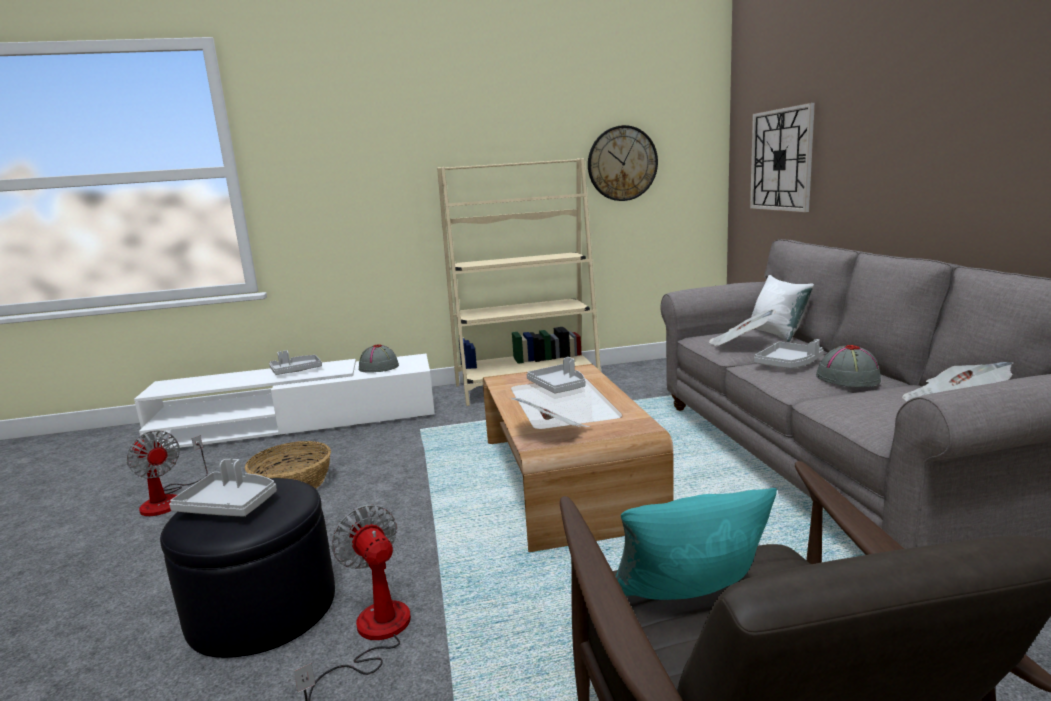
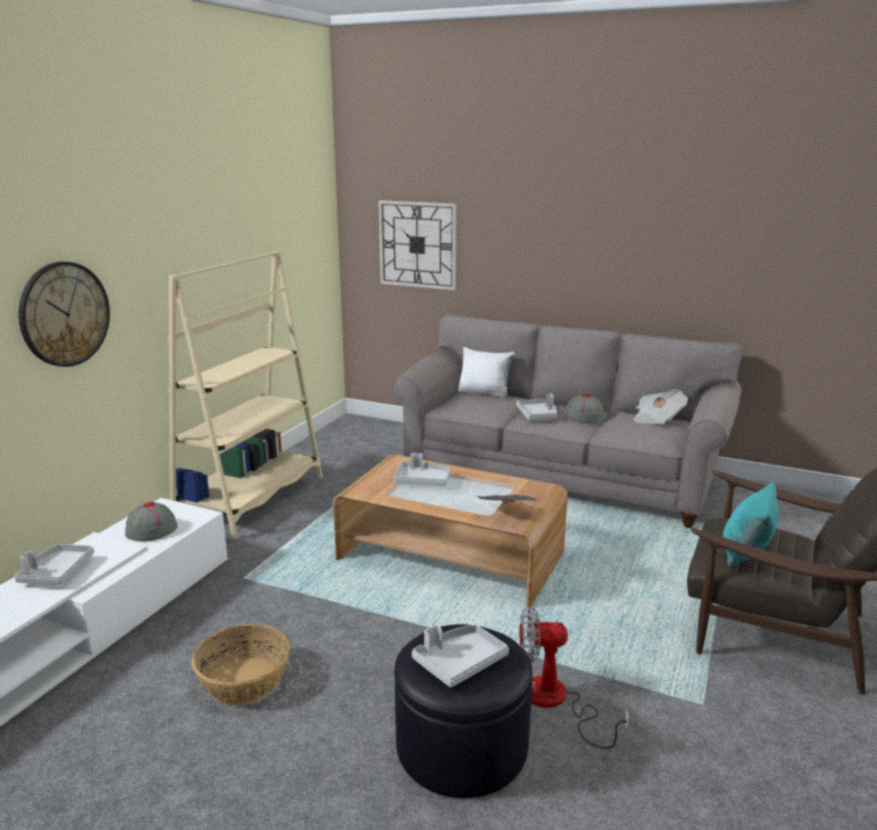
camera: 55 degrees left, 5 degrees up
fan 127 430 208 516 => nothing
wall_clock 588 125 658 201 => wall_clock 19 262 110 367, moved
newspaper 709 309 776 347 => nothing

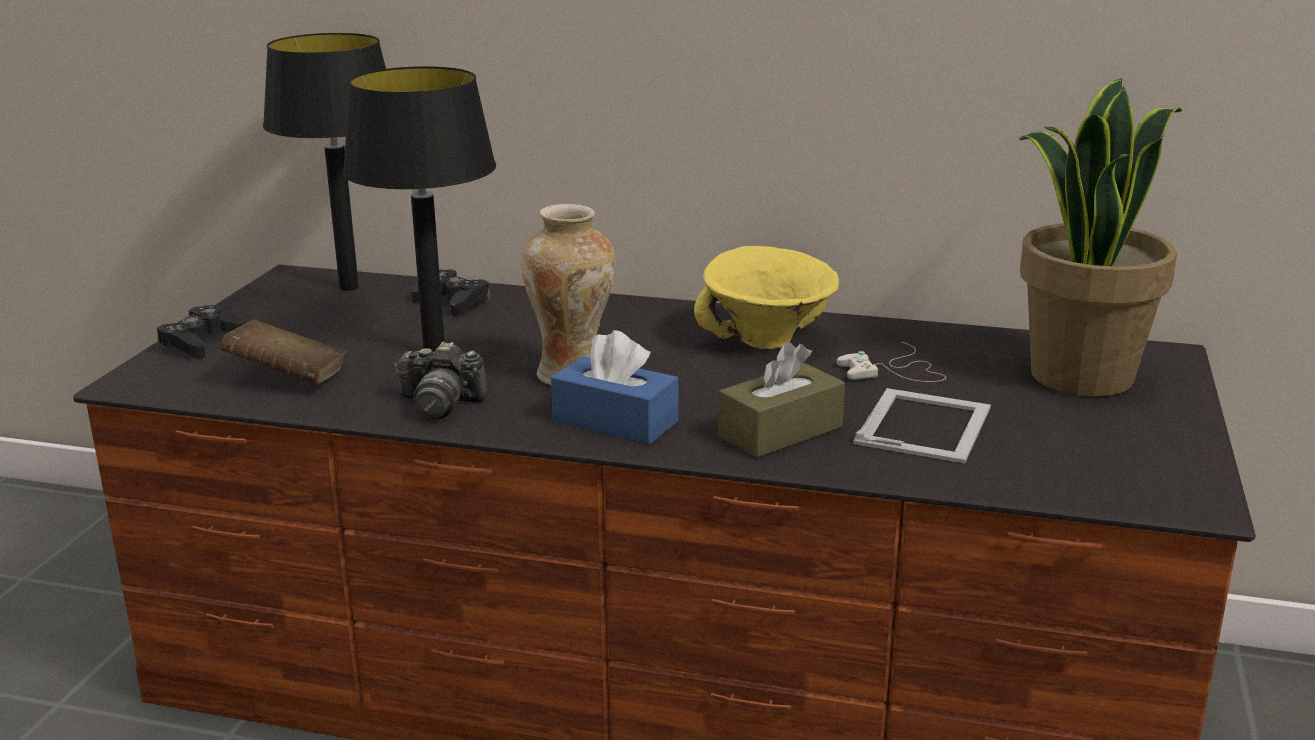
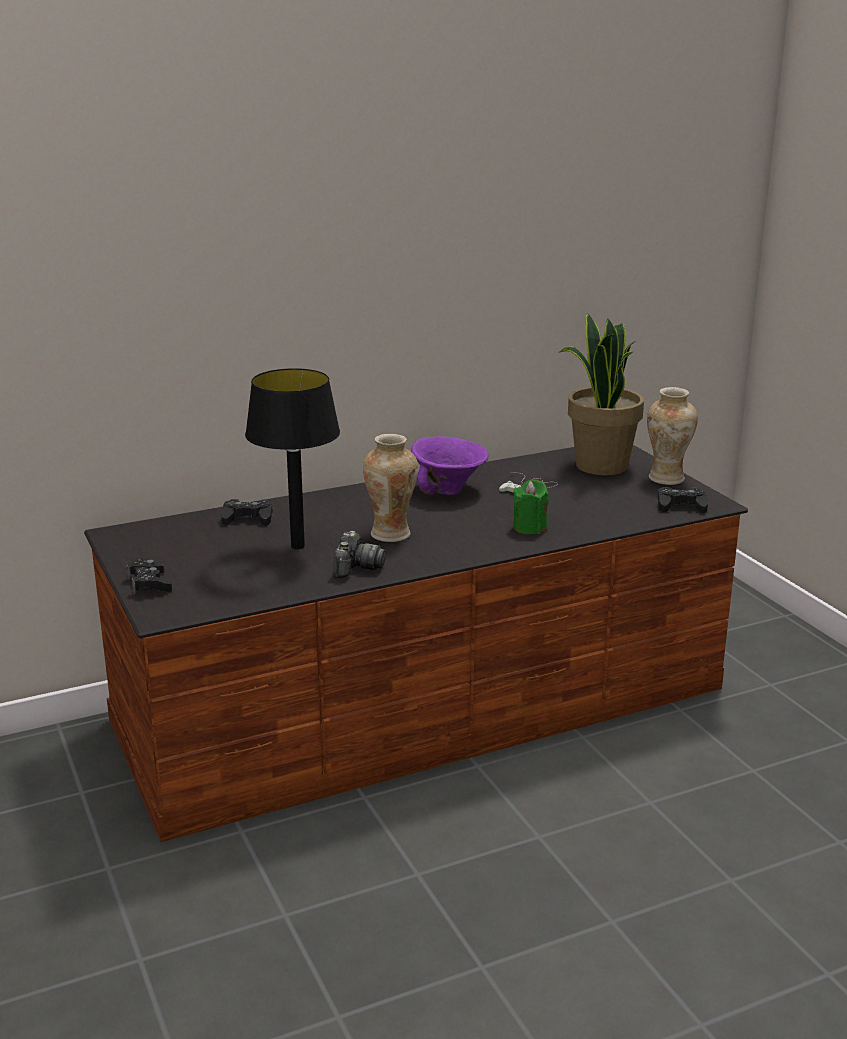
camera: 40 degrees left, 0 degrees up
brown_book 221 320 346 384 => nothing
black_table_lamp 263 33 386 291 => nothing
photo_camera 394 341 487 419 => photo_camera 333 531 386 578, 45 degrees counterclockwise
blue_tissue_box 551 330 679 445 => nothing
yellow_bowl 694 246 839 350 => purple_bowl 411 436 489 495
brown_tissue_box 718 342 845 458 => green_candle 513 479 549 534
picture_frame 853 388 991 464 => nothing
nothing => vase 647 387 698 485
nothing => black_game_controller 658 487 708 513

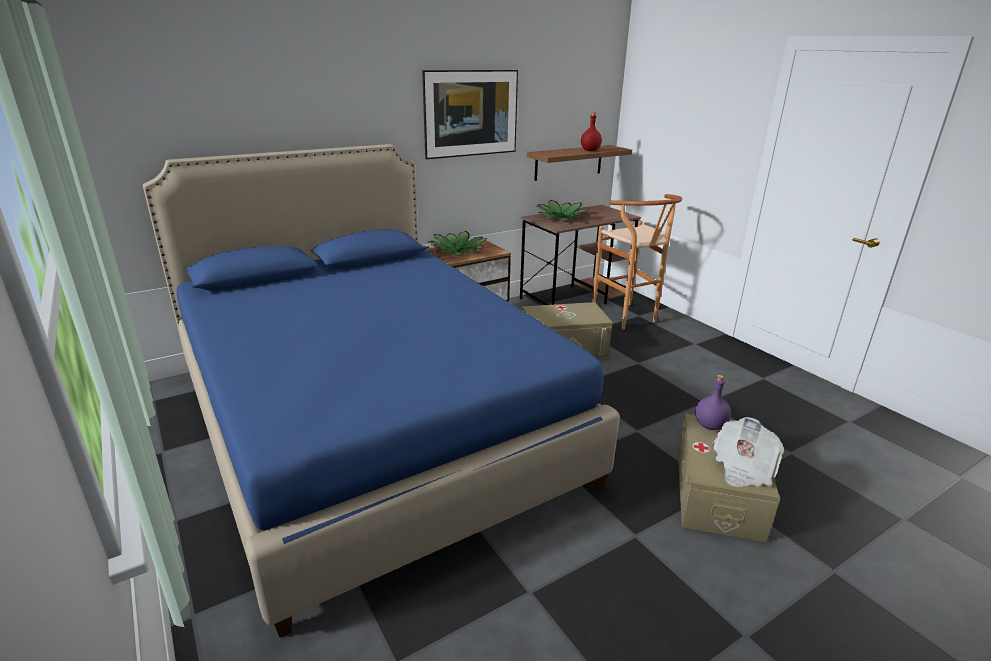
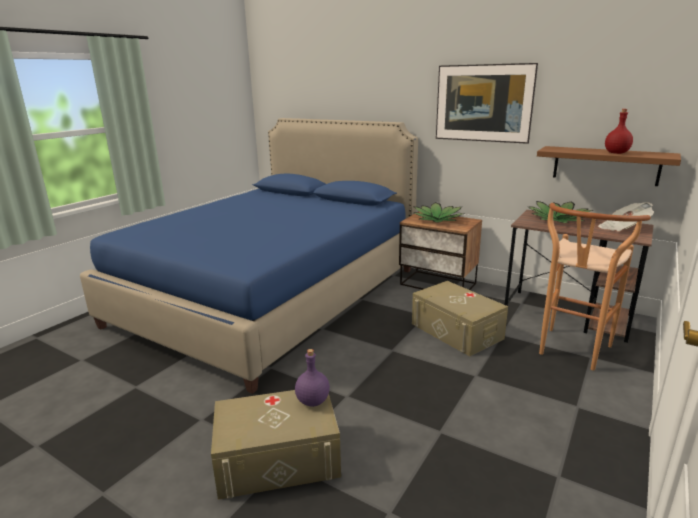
camera: 65 degrees right, 5 degrees down
newspaper 713 417 784 487 => newspaper 598 202 654 231, moved

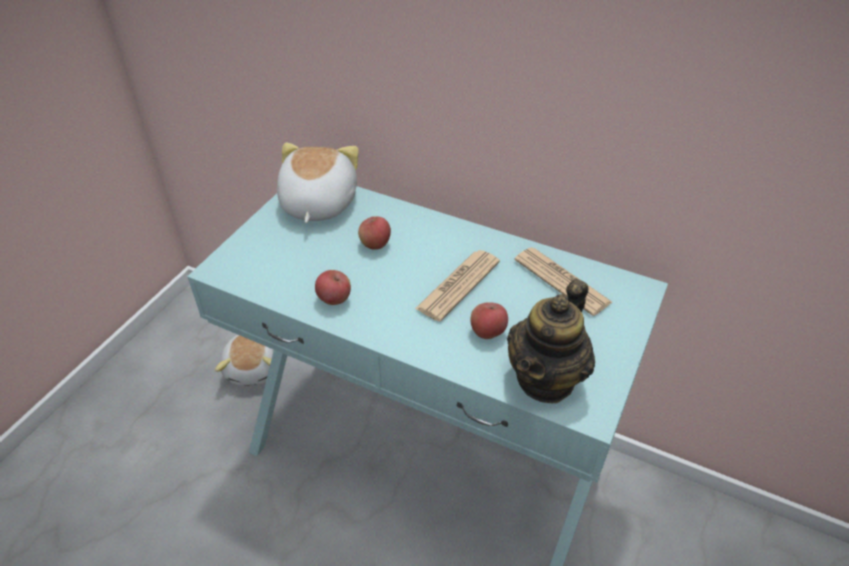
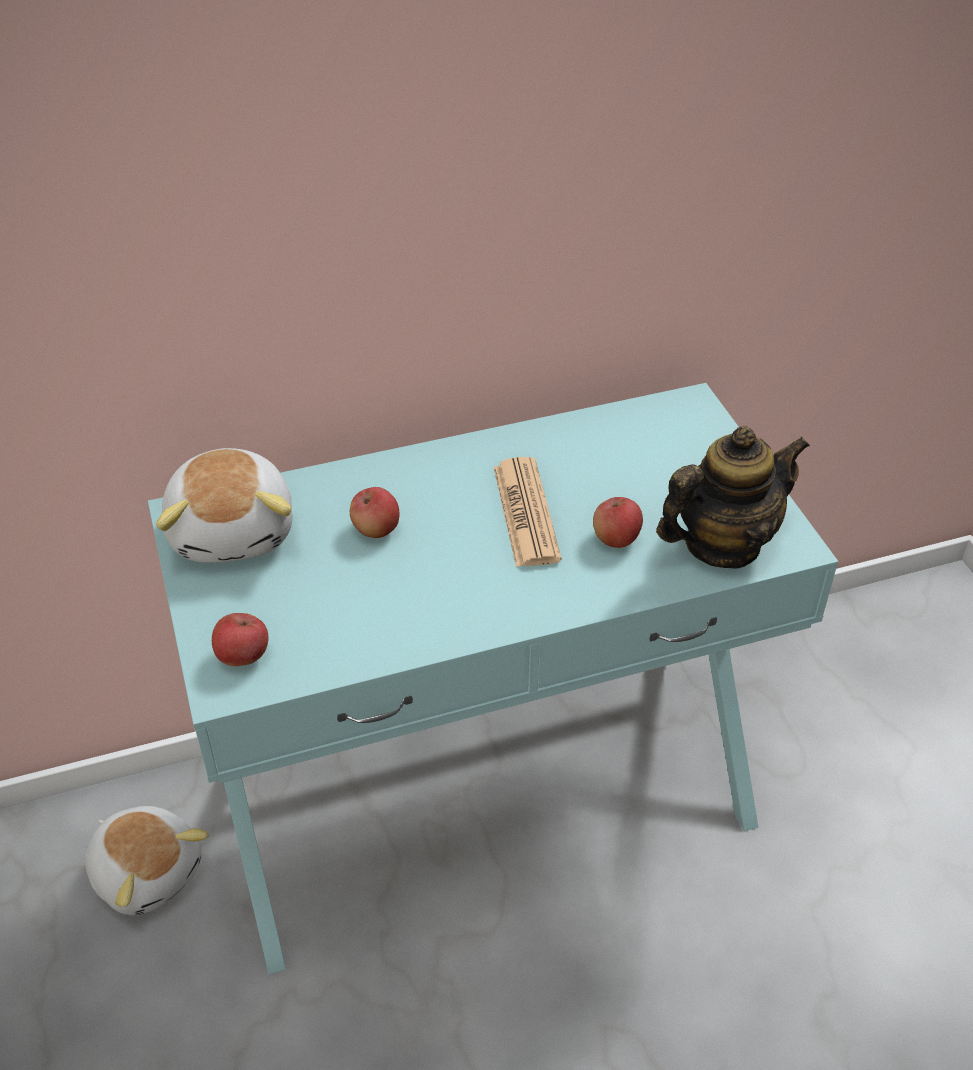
camera: 45 degrees left, 0 degrees up
plush_toy 277 143 359 223 => plush_toy 156 448 292 563, 150 degrees counterclockwise
apple 315 270 351 305 => apple 212 613 268 666, moved
teapot 507 279 595 404 => teapot 656 426 810 569, 105 degrees counterclockwise
newspaper 514 247 612 316 => nothing

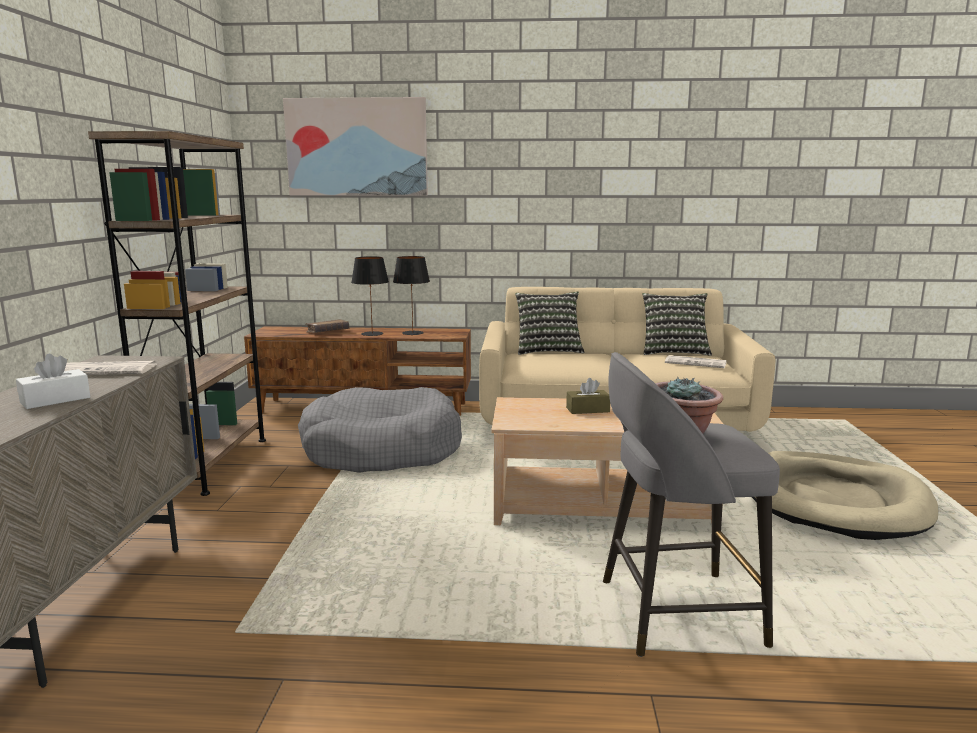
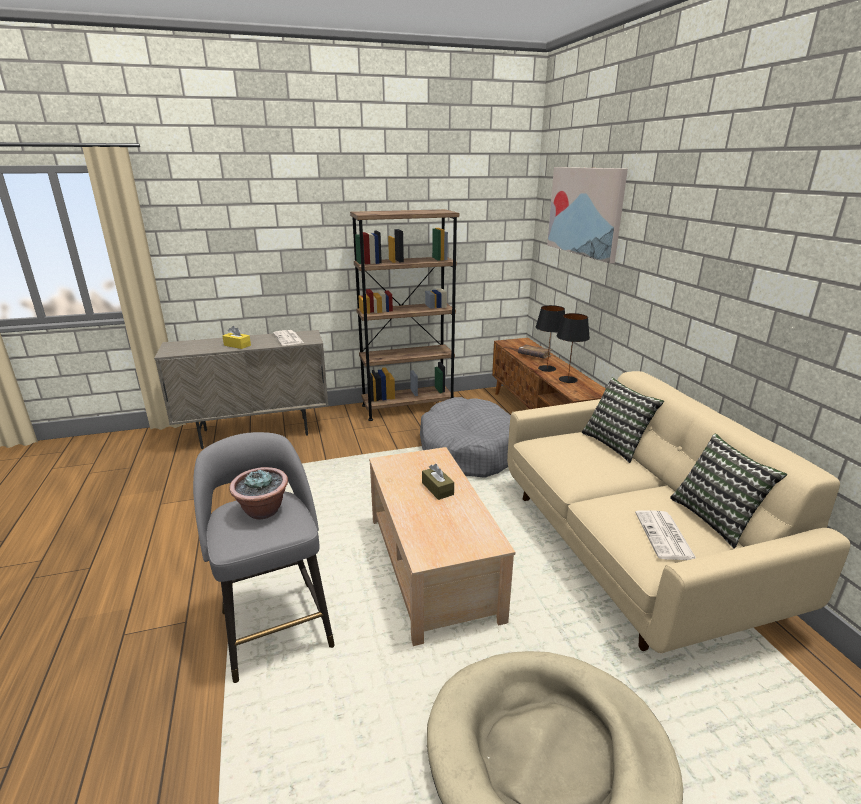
camera: 70 degrees right, 10 degrees up
white_tissue_box 16 354 90 409 => yellow_tissue_box 223 326 251 349

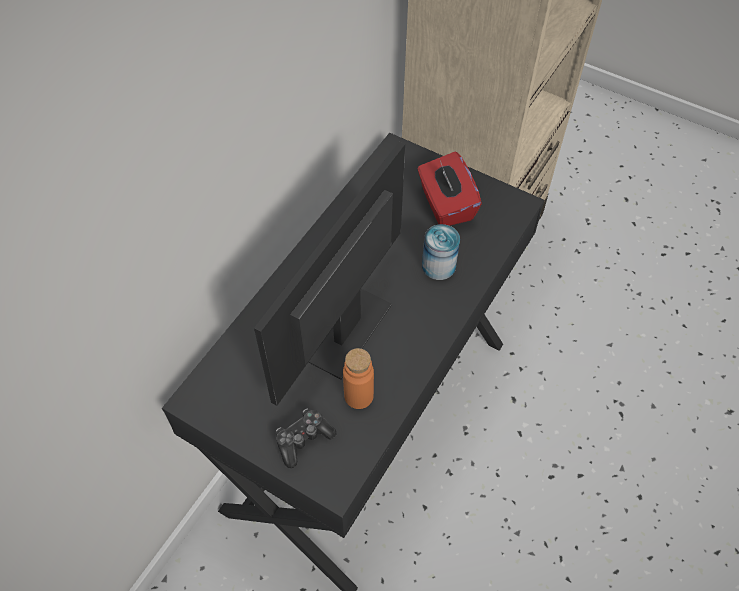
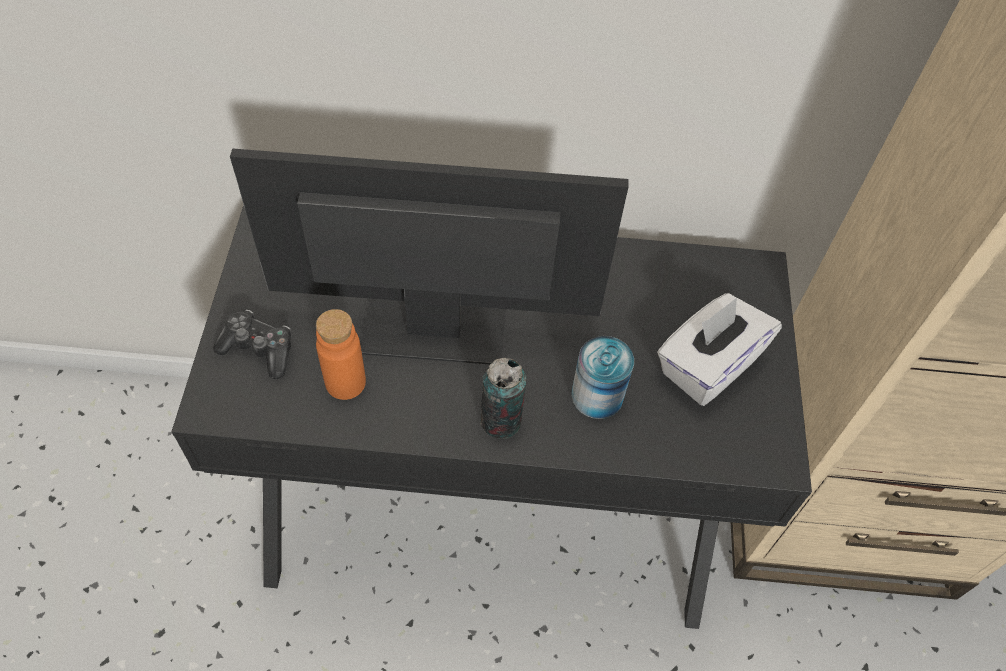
camera: 60 degrees right, 0 degrees up
red_tissue_box 417 152 482 226 => white_tissue_box 657 293 782 406
nothing => can 480 358 526 439

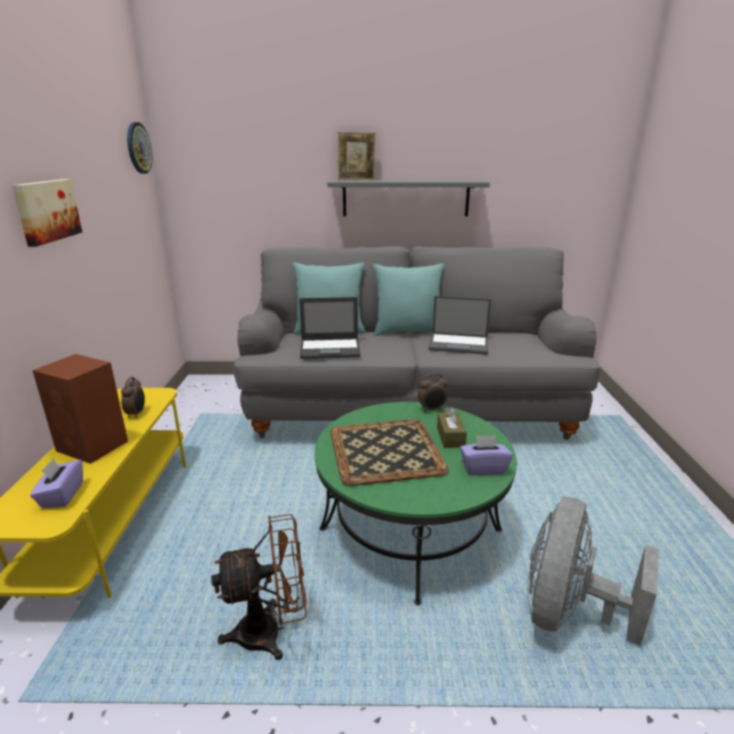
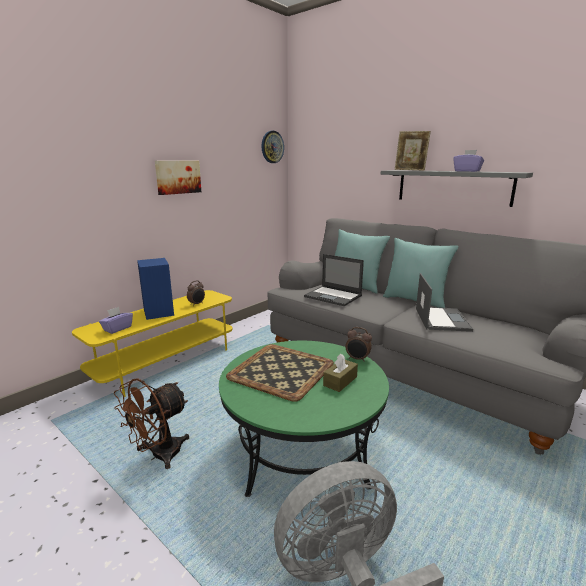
camera: 40 degrees right, 5 degrees down
brown_speaker 32 354 128 464 => blue_speaker 137 258 174 320
brown_fan 211 514 307 660 => brown_fan 114 378 189 469, 105 degrees clockwise
laptop 428 296 491 355 => laptop 416 273 473 332, 135 degrees counterclockwise
purple_tissue_box 460 435 513 475 => purple_tissue_box 453 150 484 172, moved

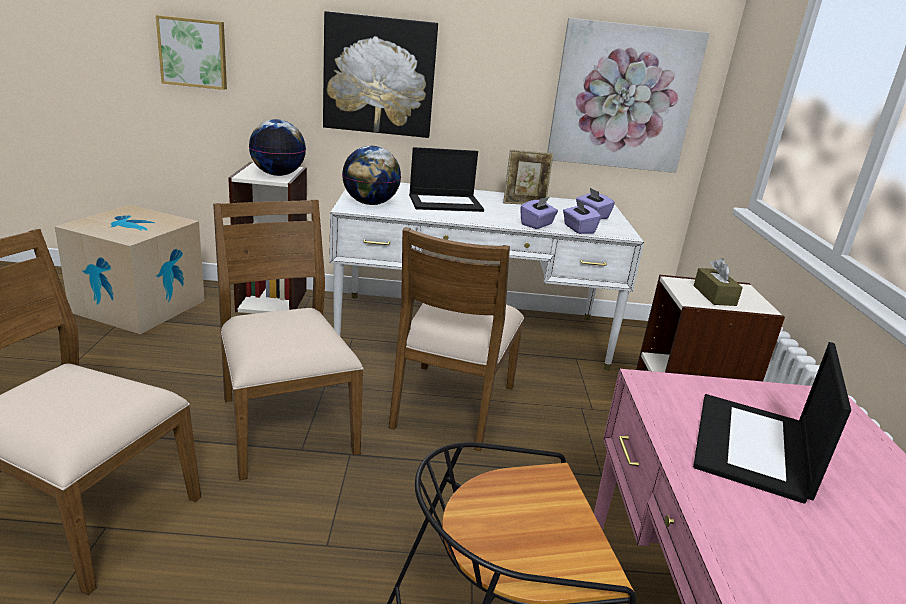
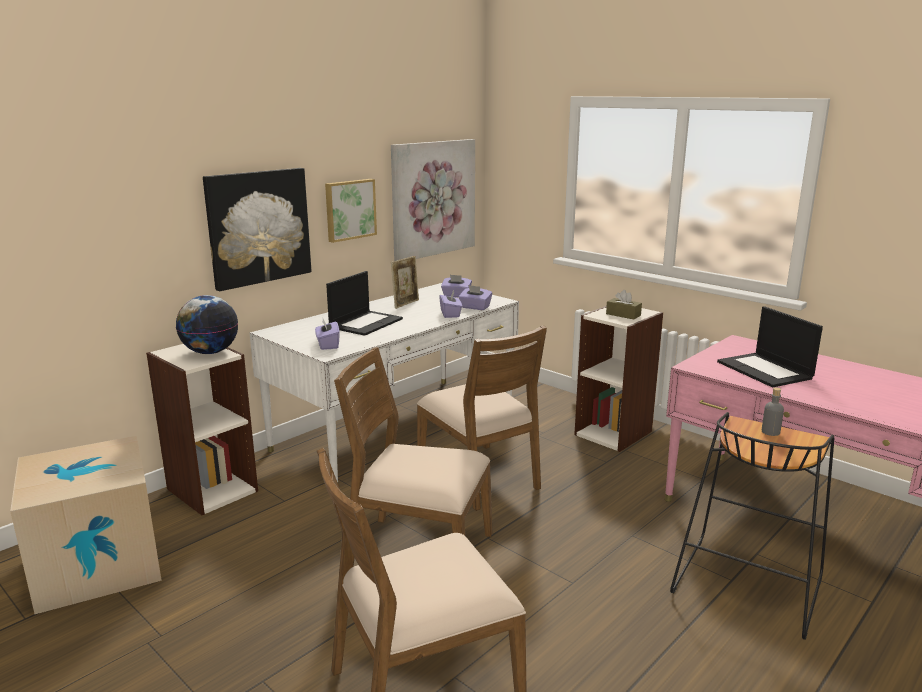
camera: 45 degrees left, 5 degrees down
picture 156 15 227 90 => picture 325 179 377 243, moved
globe 342 146 401 205 => purple_tissue_box 315 319 340 350
nothing => grey_bottle 762 387 784 436

